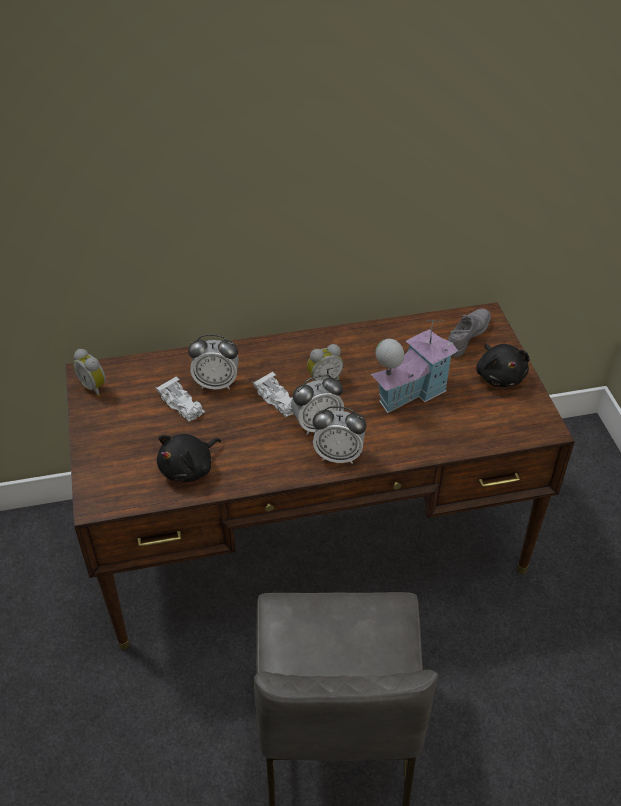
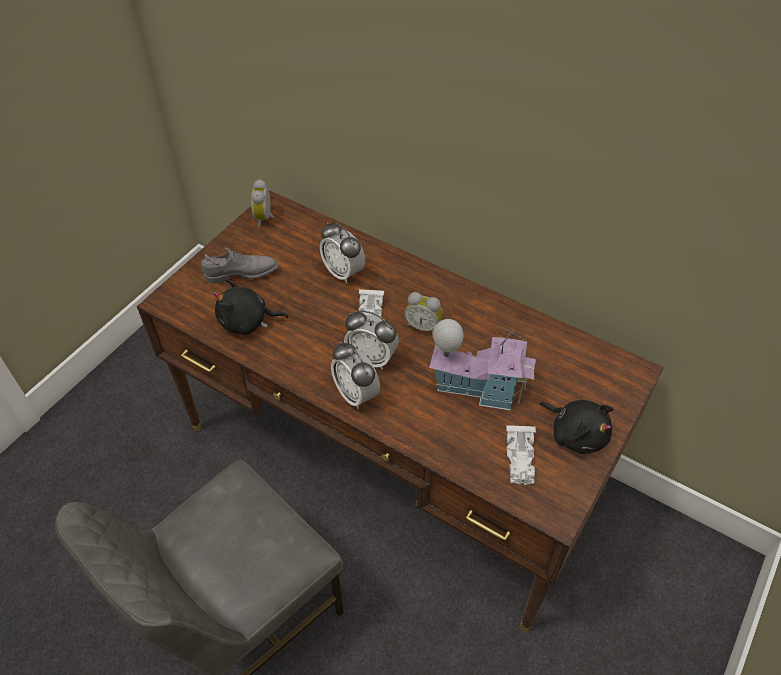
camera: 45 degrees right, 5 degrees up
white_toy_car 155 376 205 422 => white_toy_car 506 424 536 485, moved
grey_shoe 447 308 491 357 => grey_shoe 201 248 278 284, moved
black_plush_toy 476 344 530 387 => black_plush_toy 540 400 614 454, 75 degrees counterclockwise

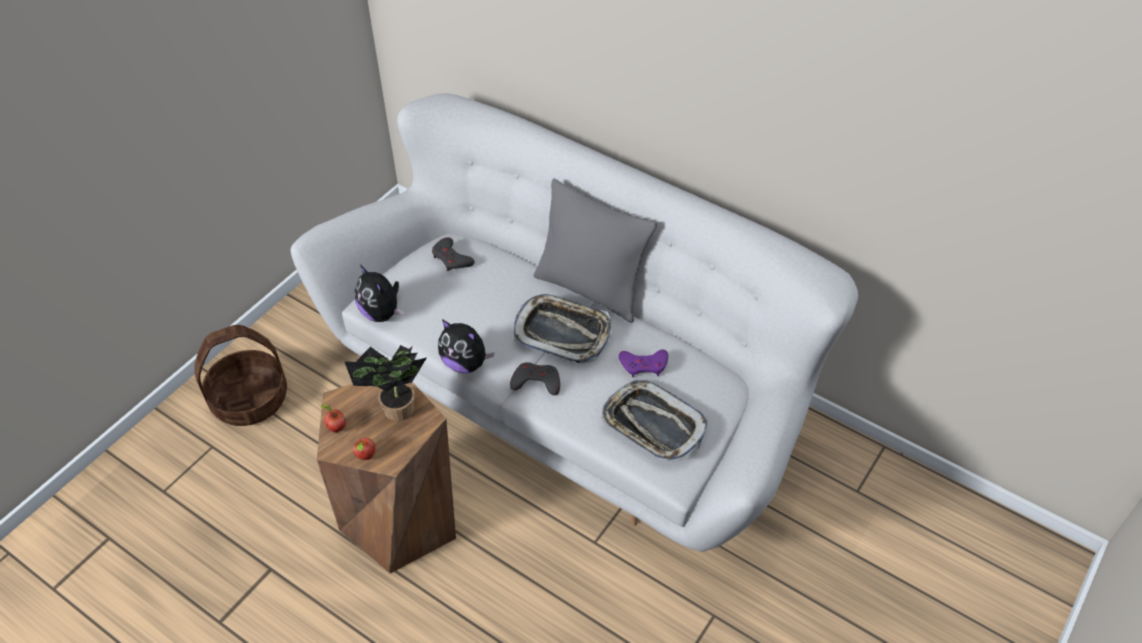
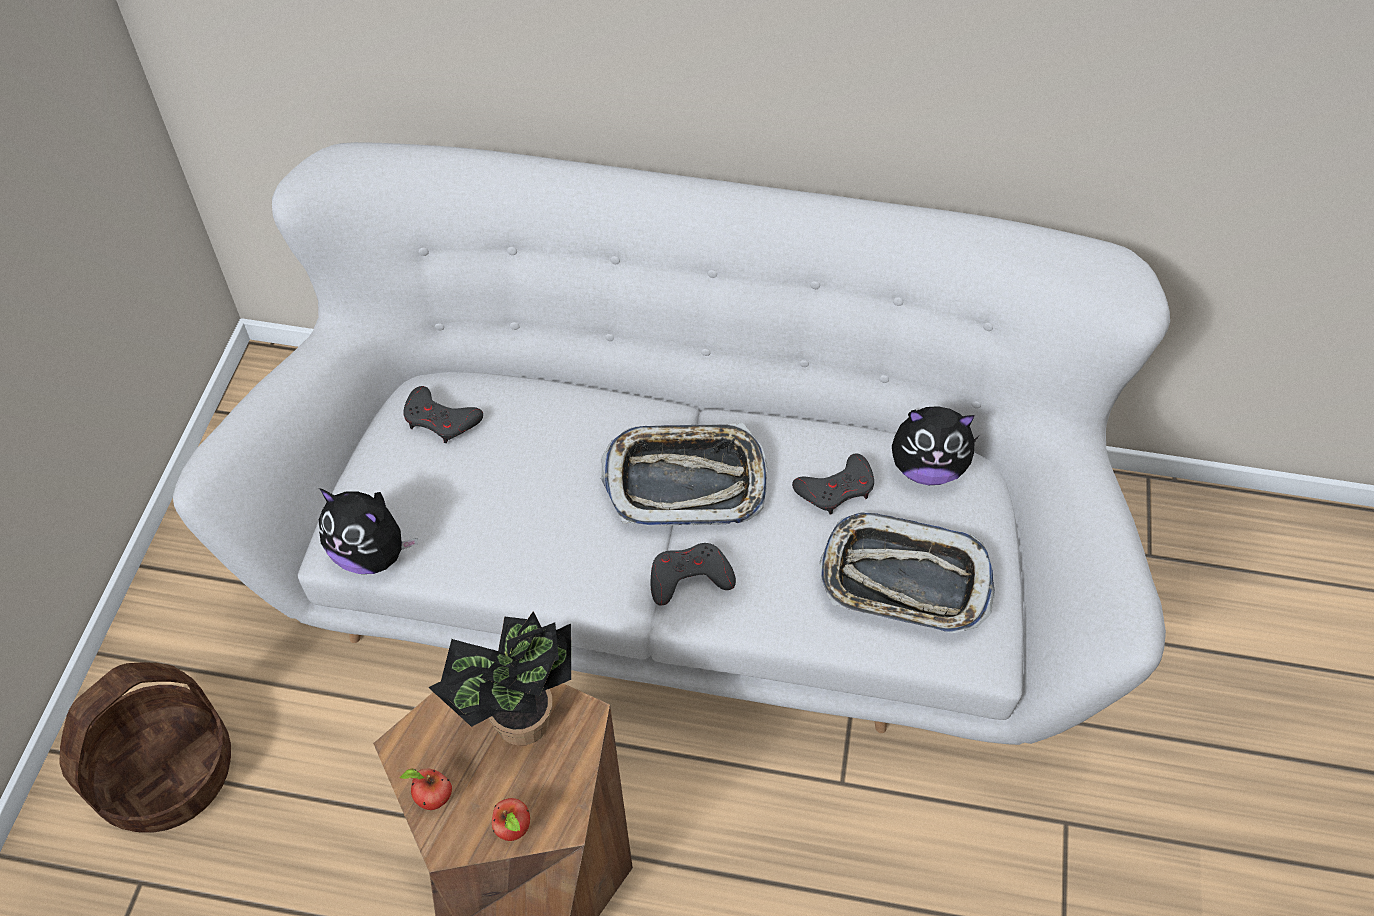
camera: 25 degrees left, 5 degrees up
plush_toy 438 319 494 373 => plush_toy 892 406 979 485, moved
grey_pillow 534 179 657 323 => nothing
purple_game_controller 619 350 668 377 => grey_game_controller 792 453 874 515

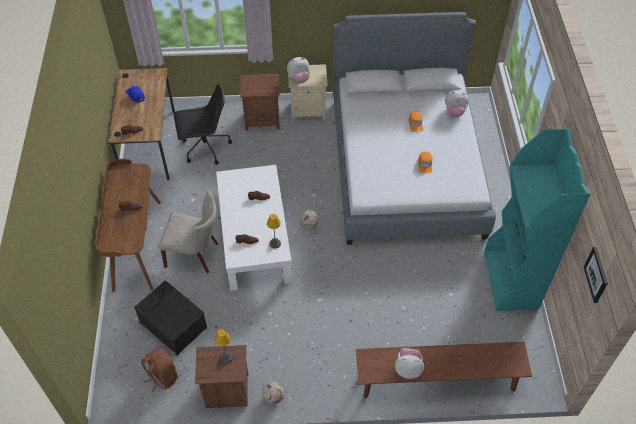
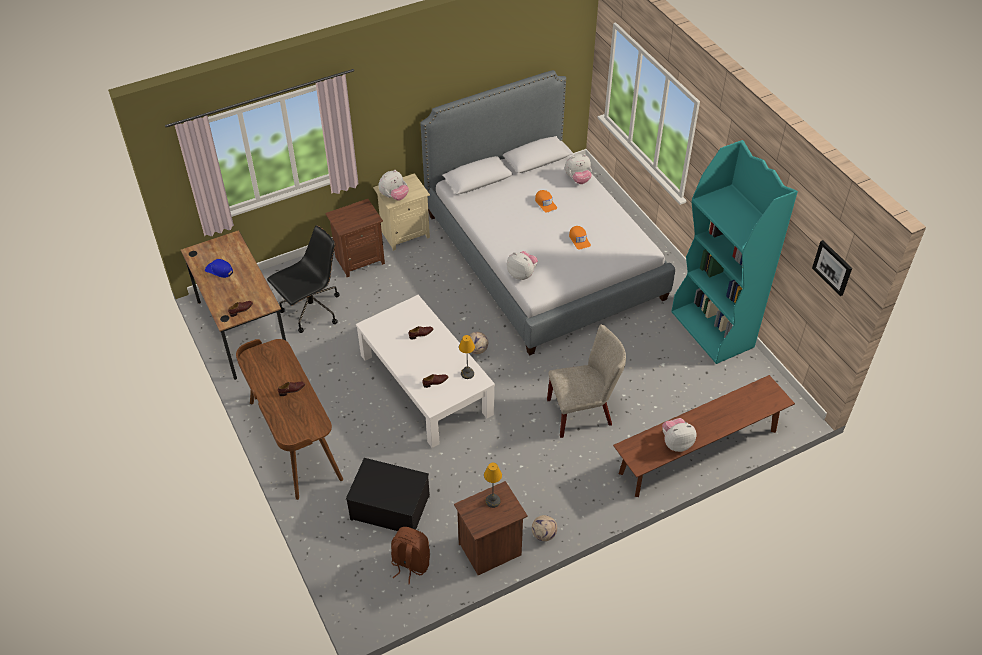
camera: 25 degrees left, 5 degrees down
beige_chair 159 190 218 273 => beige_chair 547 324 626 438, moved
nothing => plush_toy 507 251 538 280

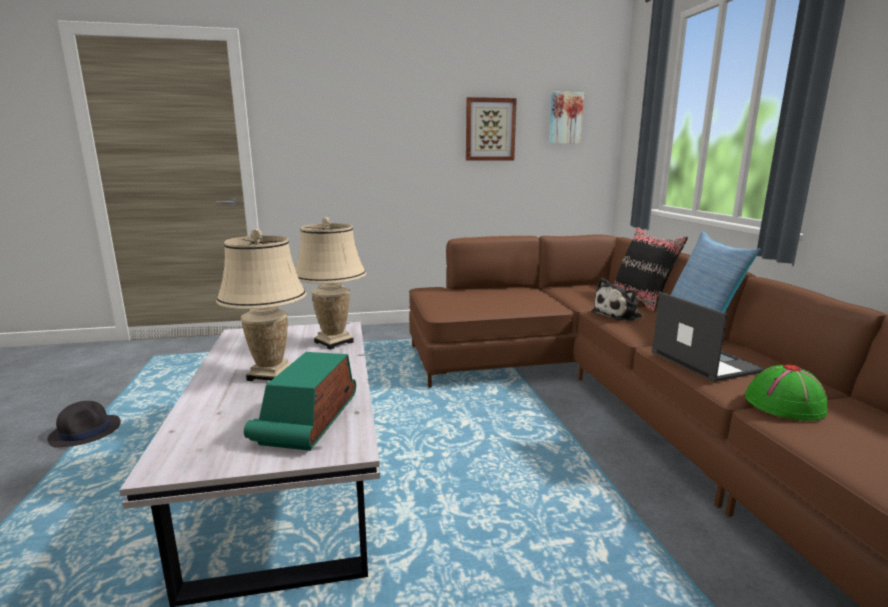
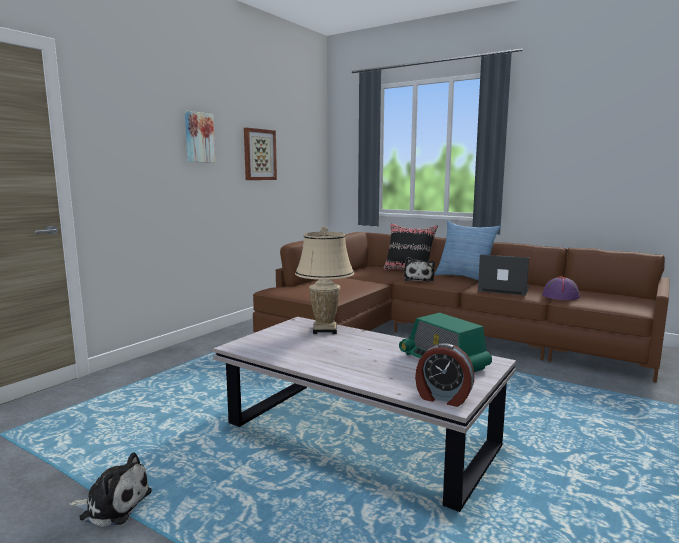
camera: 45 degrees left, 5 degrees down
black_hat 47 401 121 448 => plush_toy 69 452 152 527
beige_table_lamp 216 229 306 381 => nothing
picture 549 91 584 144 => picture 185 111 215 163, moved
green_hat 745 364 828 421 => purple_hat 543 276 580 300
nothing => alarm_clock 415 343 474 407

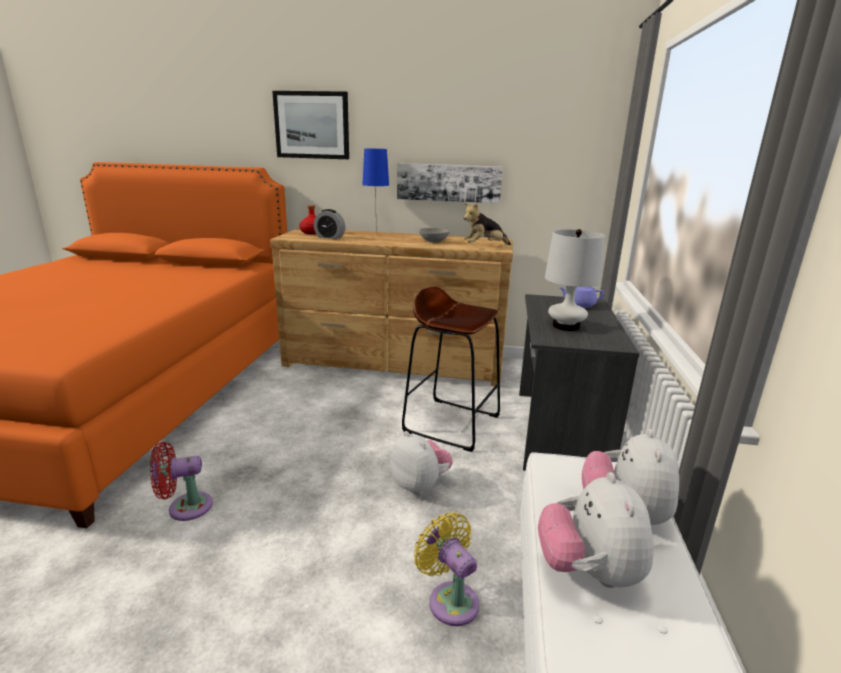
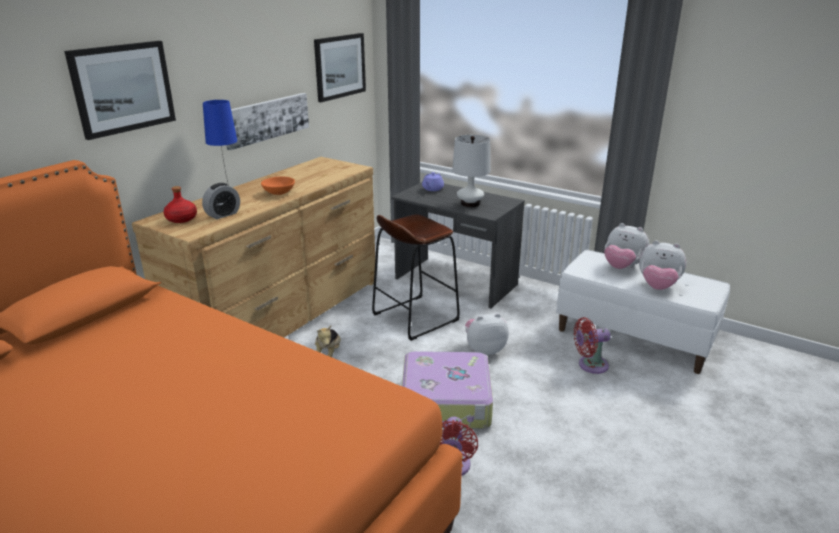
camera: 65 degrees left, 5 degrees up
yellow_fan 414 512 480 626 => red_fan 574 317 610 374
grey_bowl 419 228 450 242 => nothing
plush_toy 464 203 511 245 => plush_toy 315 326 341 357, moved
nothing => orange_bowl 261 176 295 195
nothing => picture 314 33 366 102
nothing => suitcase 402 351 493 429

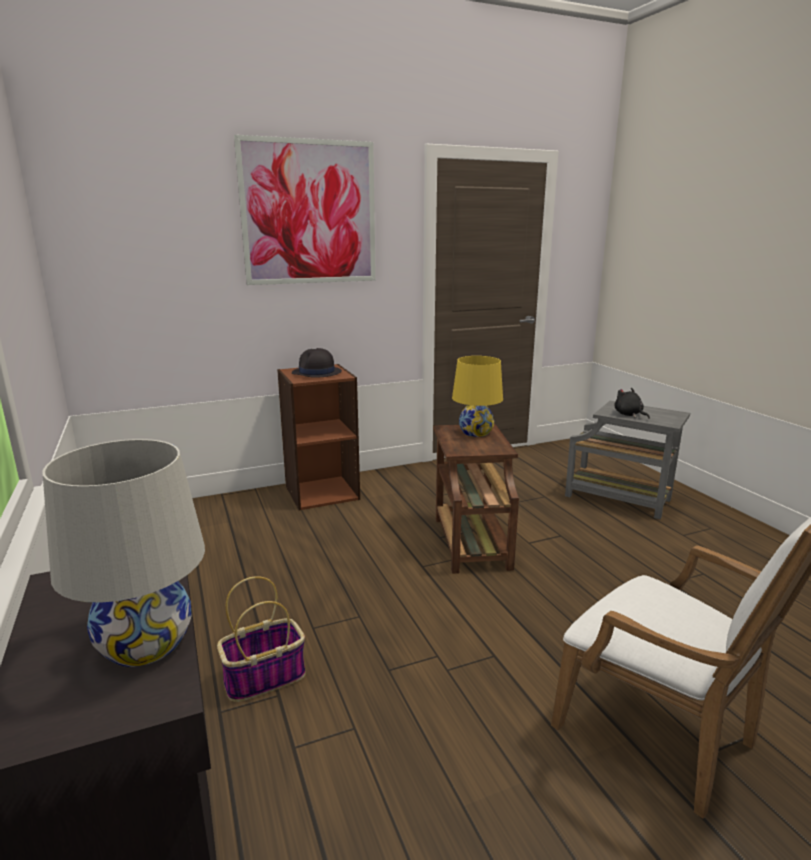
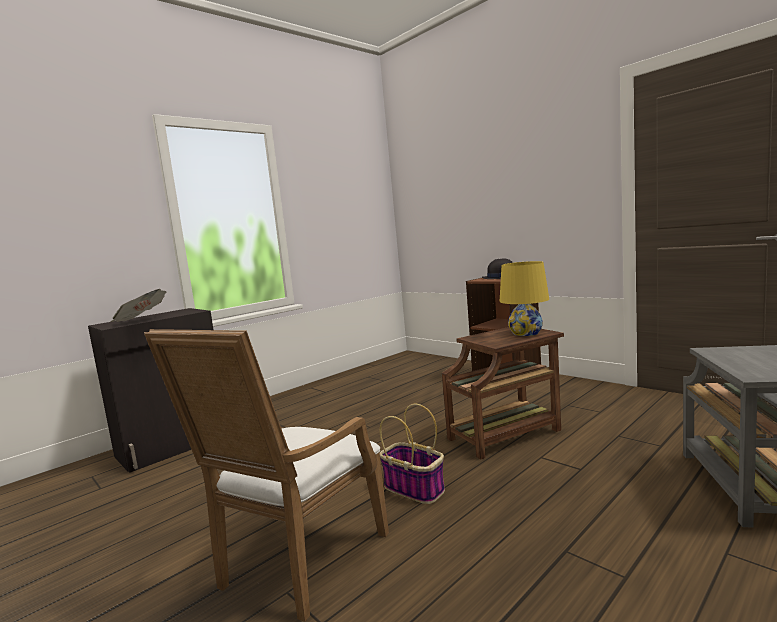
camera: 70 degrees right, 10 degrees down
white_table_lamp 42 439 205 667 => newspaper 111 289 167 322
basket 217 576 306 702 => basket 379 404 445 504, moved
picture 234 135 376 285 => nothing
black_plush_toy 614 388 650 419 => nothing

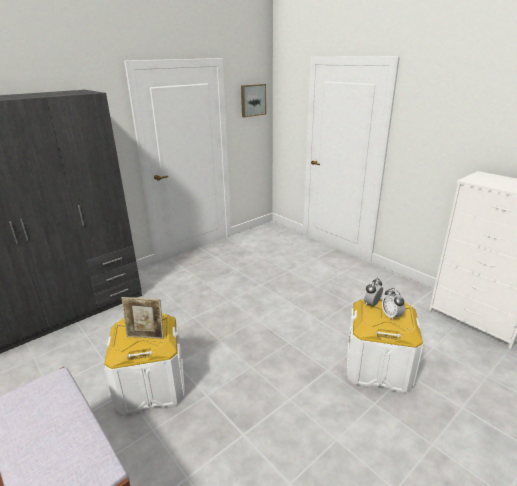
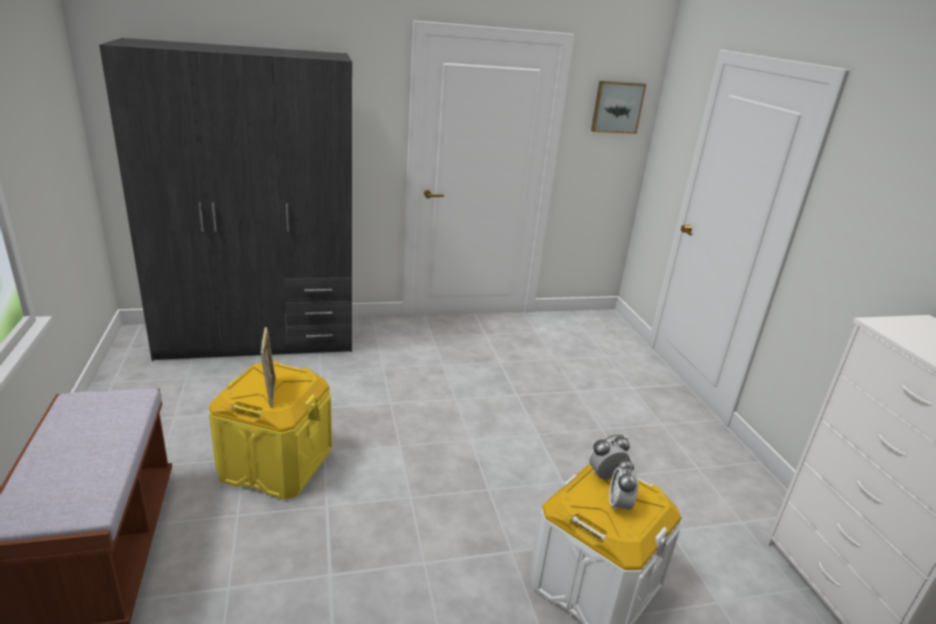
camera: 25 degrees right, 0 degrees up
white_storage_box 104 313 185 415 => yellow_storage_box 209 361 332 500
picture_frame 121 297 164 339 => picture_frame 260 327 276 407, 135 degrees counterclockwise

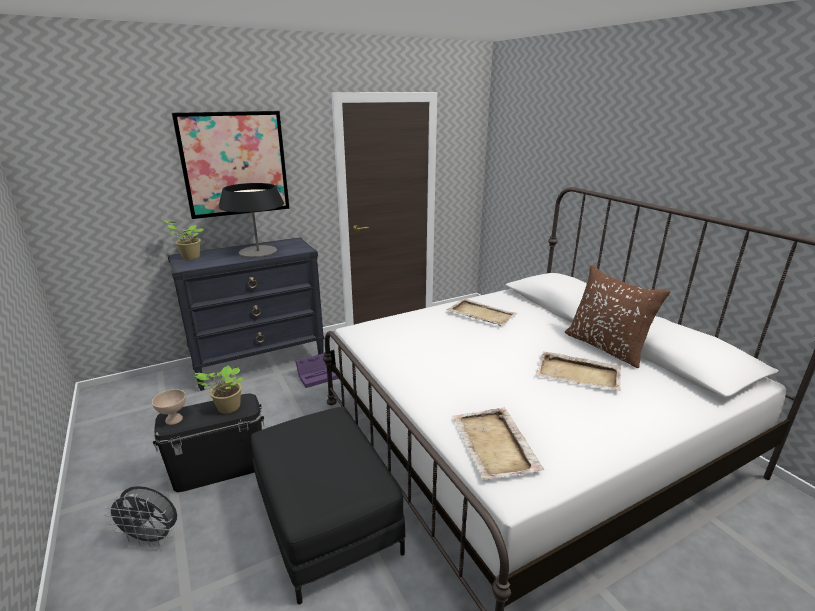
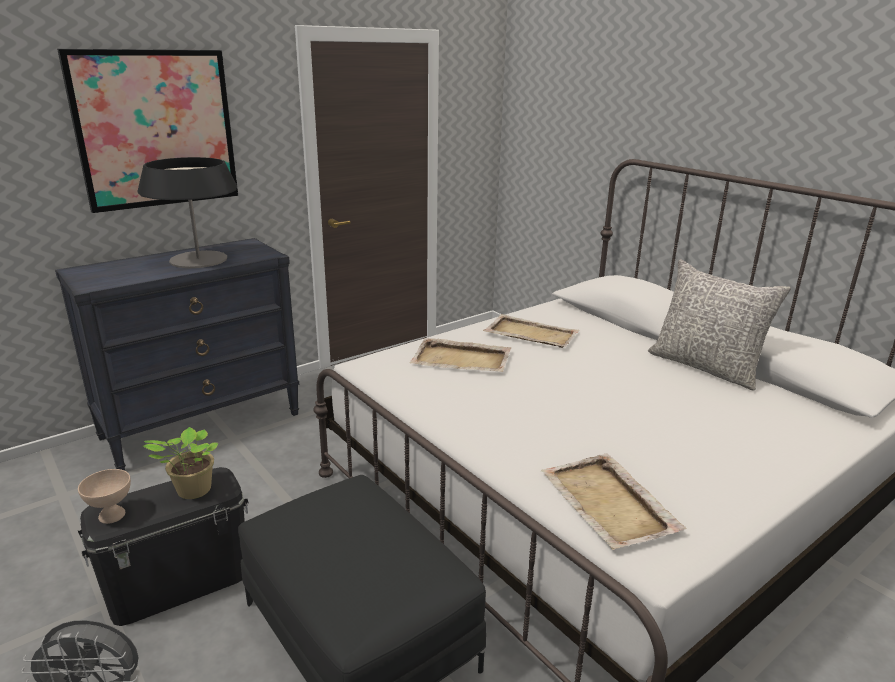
camera: 10 degrees left, 0 degrees up
potted_plant 163 220 204 260 => nothing
purple_storage_box 295 353 339 388 => nothing
beige_tray 535 351 621 391 => beige_tray 409 338 511 372, moved
brown_pillow 565 265 670 368 => grey_pillow 648 259 791 391

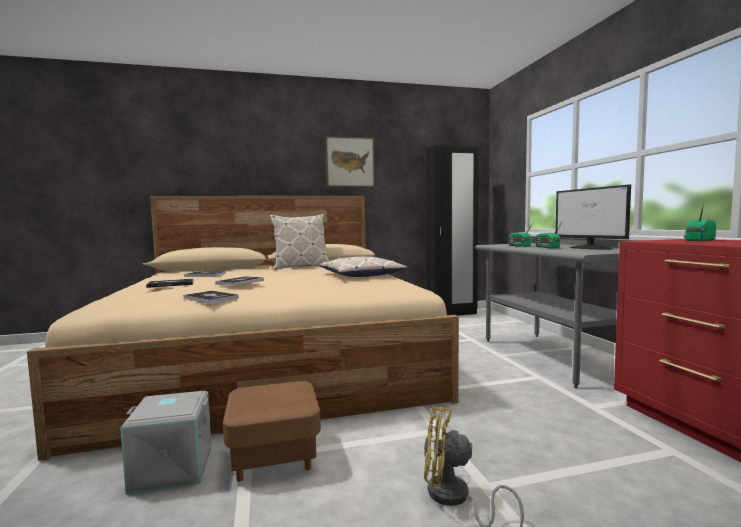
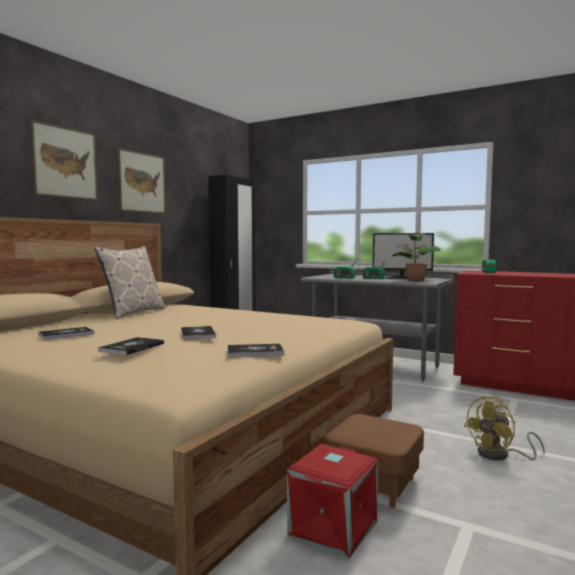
camera: 45 degrees left, 0 degrees up
grey_storage_box 120 391 212 495 => red_storage_box 287 444 378 559
pillow 319 256 407 277 => nothing
nothing => picture 30 119 98 201
nothing => potted_plant 393 233 441 282

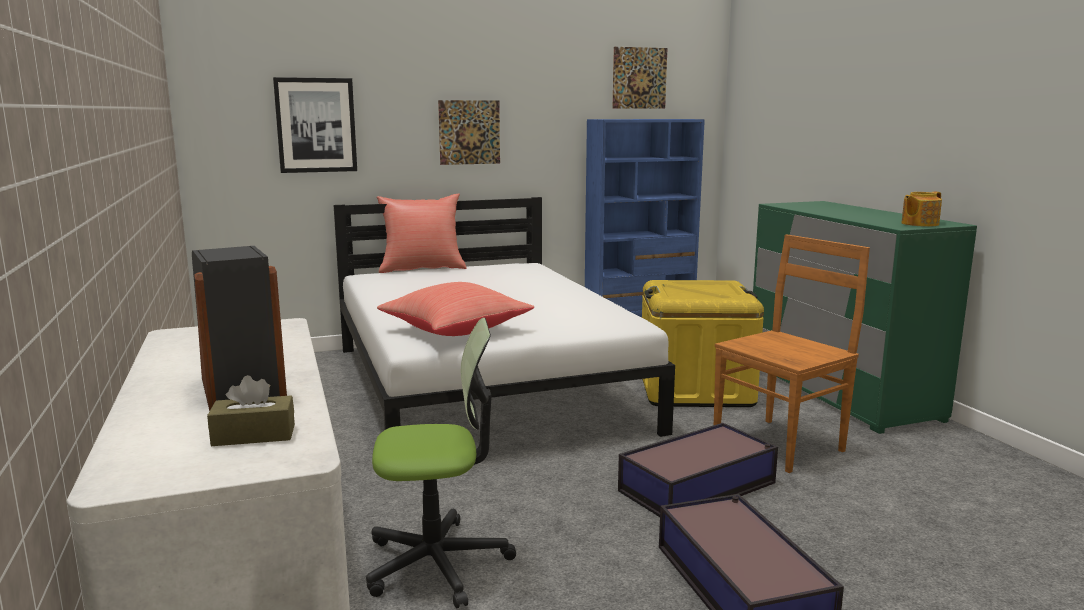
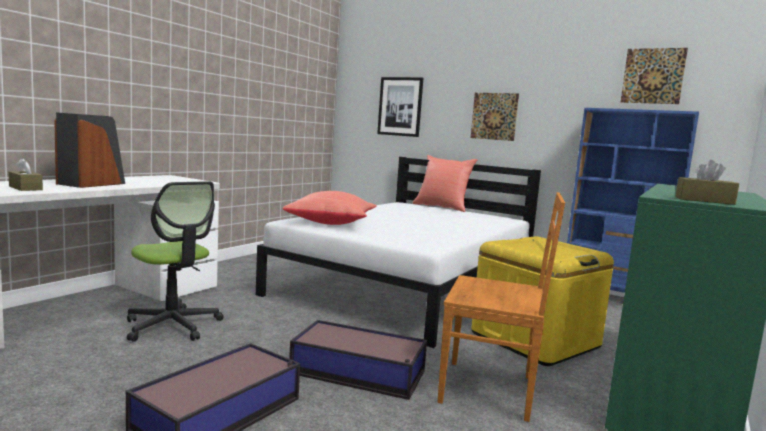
camera: 50 degrees right, 5 degrees down
teapot 901 191 942 227 => brown_tissue_box 676 160 739 205

